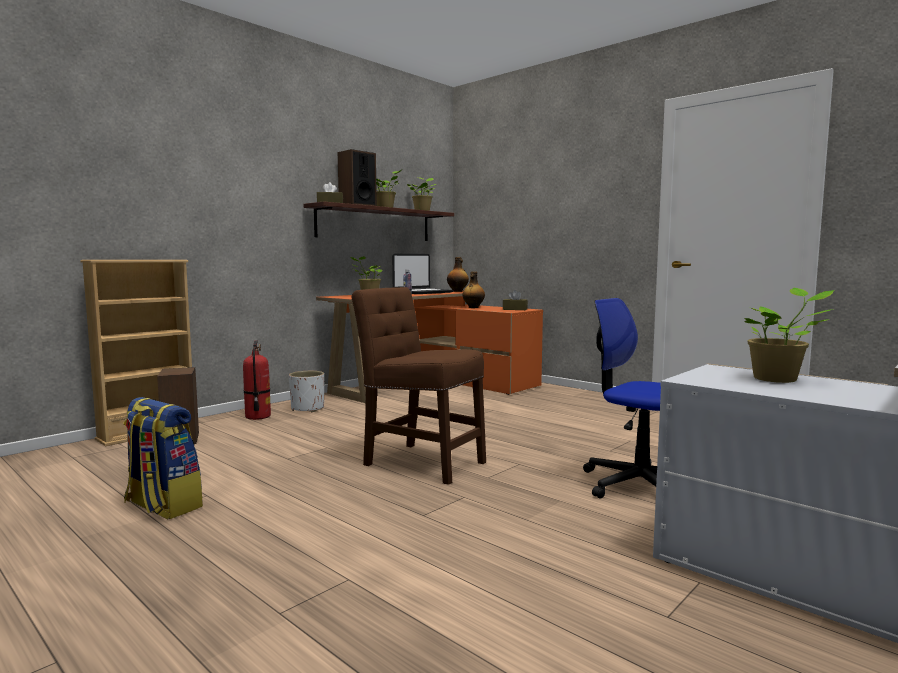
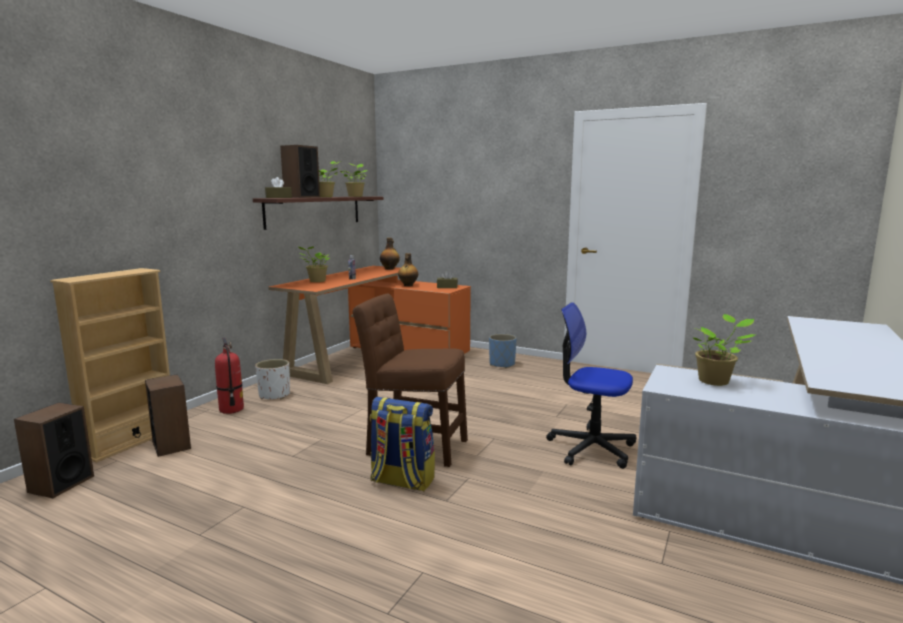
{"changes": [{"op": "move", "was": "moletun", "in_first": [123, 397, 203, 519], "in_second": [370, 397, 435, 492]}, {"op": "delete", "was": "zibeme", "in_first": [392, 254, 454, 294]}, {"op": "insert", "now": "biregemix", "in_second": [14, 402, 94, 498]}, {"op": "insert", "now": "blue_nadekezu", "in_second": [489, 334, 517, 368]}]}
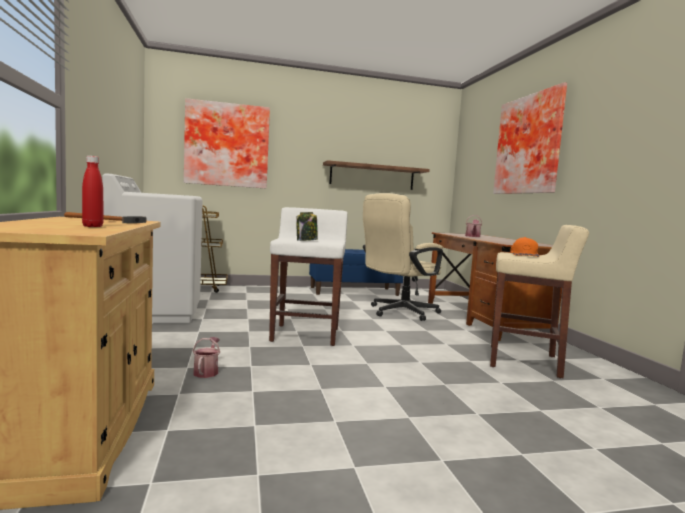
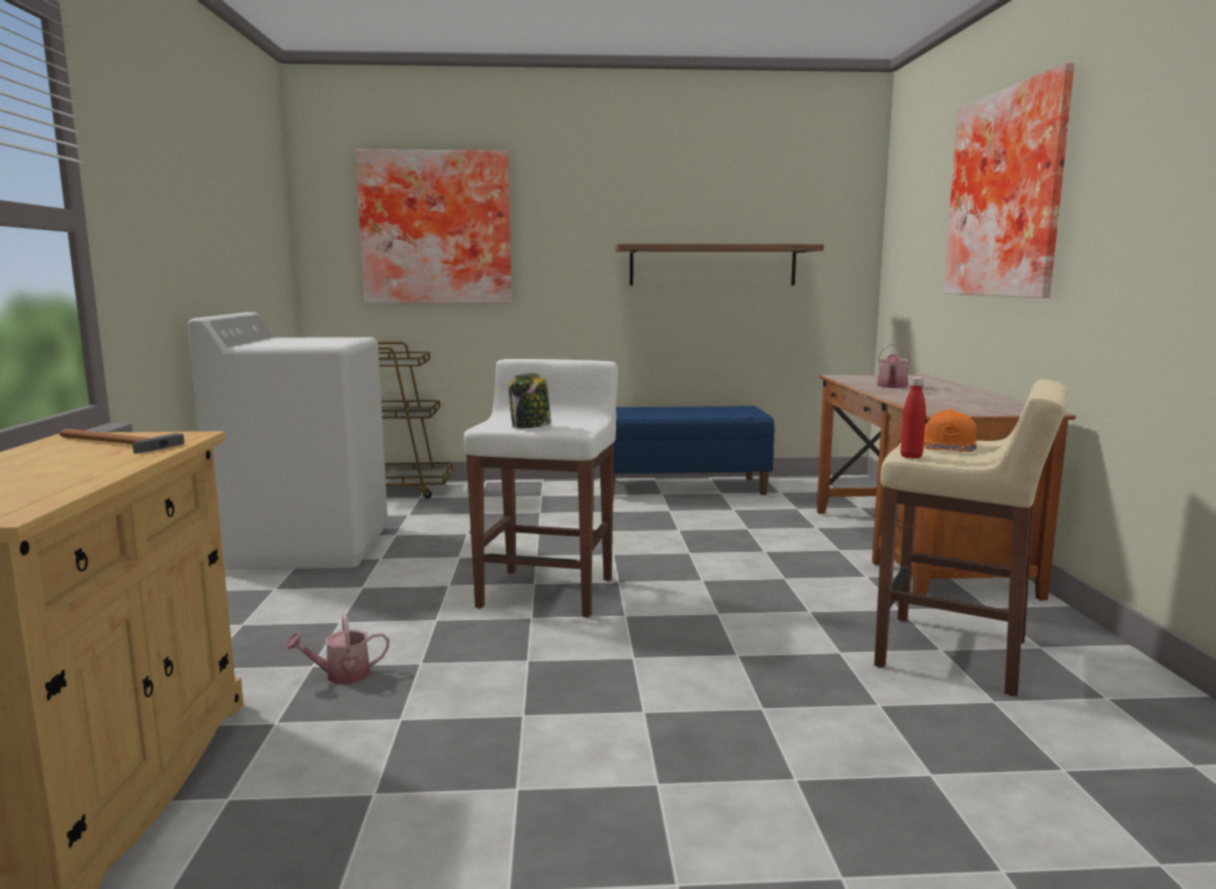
{"changes": [{"op": "move", "was": "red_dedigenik", "in_first": [82, 156, 104, 227], "in_second": [900, 377, 926, 459]}, {"op": "rotate", "was": "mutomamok", "in_first": [192, 337, 220, 378], "in_second": [285, 614, 389, 684], "clockwise": -120}, {"op": "delete", "was": "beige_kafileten", "in_first": [363, 193, 443, 321]}]}
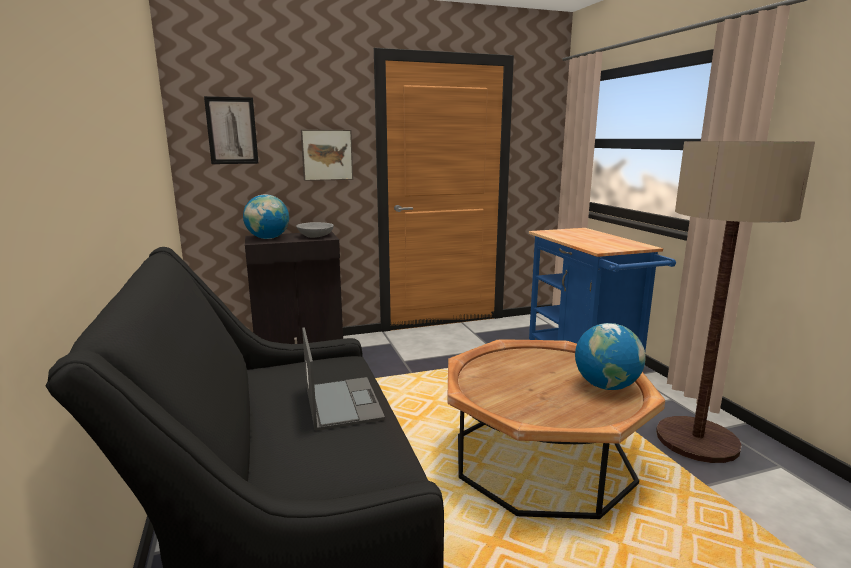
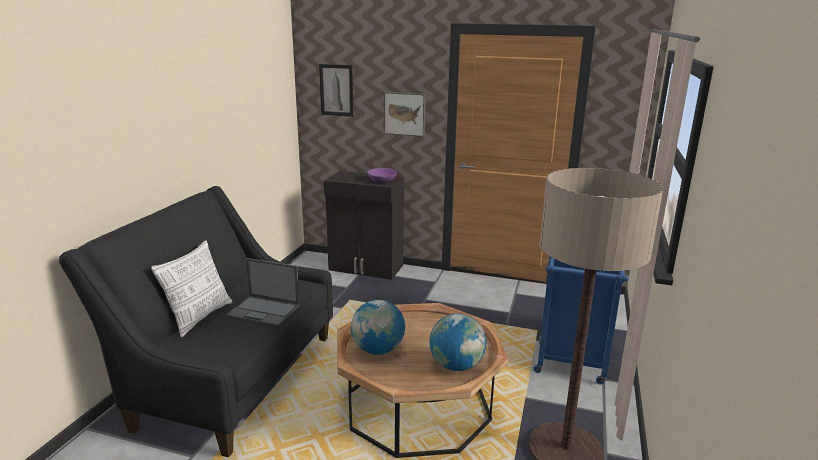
{"changes": [{"op": "move", "was": "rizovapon", "in_first": [243, 194, 289, 239], "in_second": [351, 300, 405, 355]}, {"op": "recolor", "was": "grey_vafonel", "now": "purple_vafonel", "in_first": [296, 222, 334, 238], "in_second": [367, 168, 397, 182]}, {"op": "rotate", "was": "zibeme", "in_first": [302, 327, 385, 431], "in_second": [226, 258, 300, 326], "clockwise": 90}, {"op": "insert", "now": "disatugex", "in_second": [151, 240, 232, 338]}]}
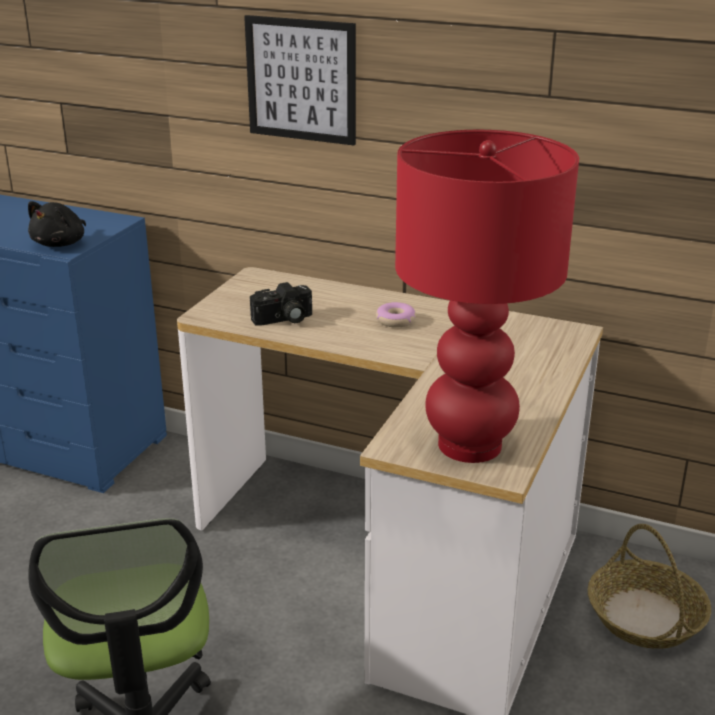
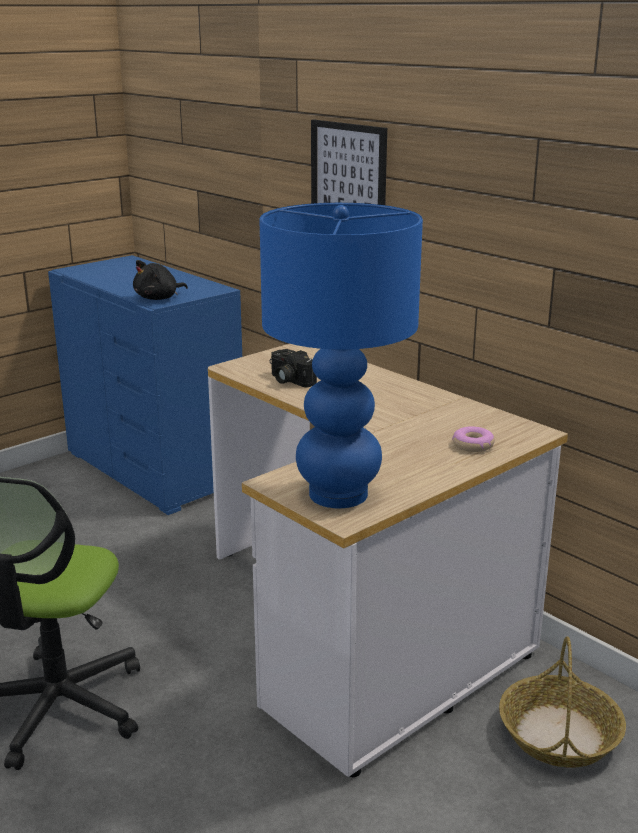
{"changes": [{"op": "rotate", "was": "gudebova", "in_first": [250, 282, 312, 326], "in_second": [270, 349, 317, 388], "clockwise": 45}, {"op": "move", "was": "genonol", "in_first": [376, 302, 416, 328], "in_second": [452, 426, 495, 452]}, {"op": "recolor", "was": "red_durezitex", "now": "blue_durezitex", "in_first": [395, 130, 579, 463], "in_second": [259, 203, 423, 508]}]}
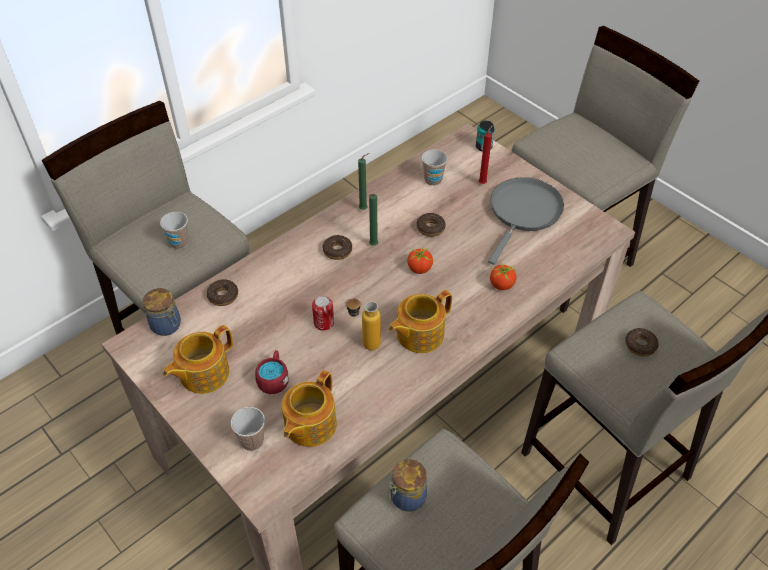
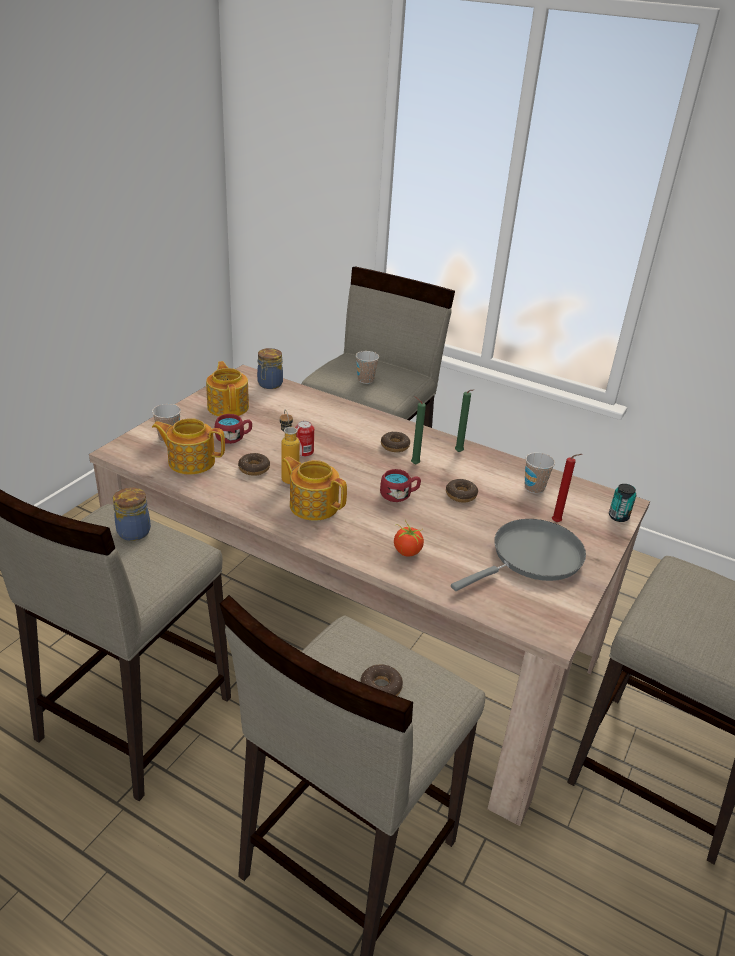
{"changes": [{"op": "rotate", "was": "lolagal", "in_first": [163, 325, 233, 394], "in_second": [206, 361, 249, 416], "clockwise": 45}, {"op": "move", "was": "genonol", "in_first": [207, 279, 238, 306], "in_second": [238, 453, 270, 476]}, {"op": "replace", "was": "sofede", "now": "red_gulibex", "in_first": [407, 246, 433, 274], "in_second": [380, 469, 421, 502]}, {"op": "rotate", "was": "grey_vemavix", "in_first": [488, 177, 564, 265], "in_second": [451, 519, 586, 591], "clockwise": -45}]}
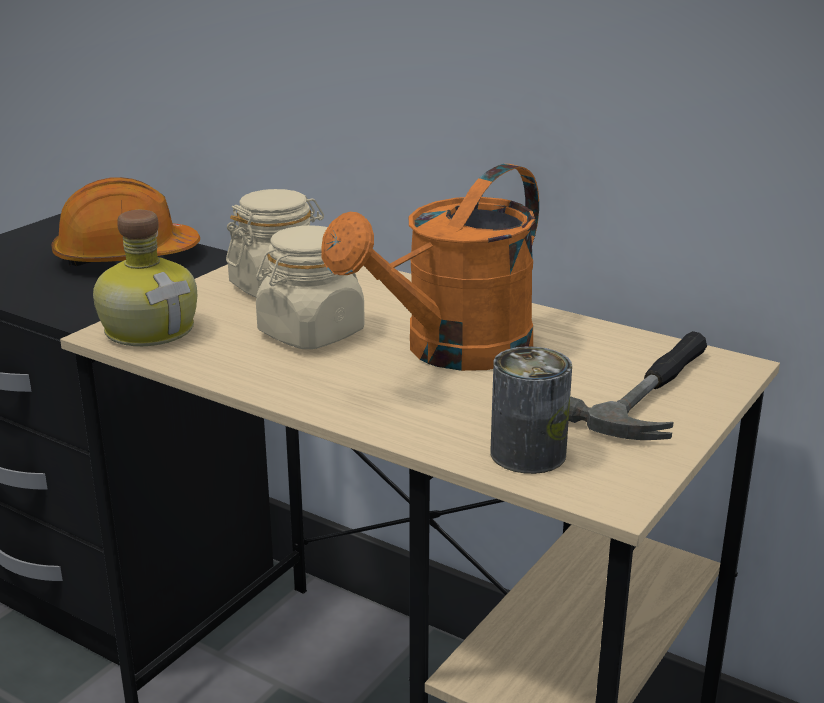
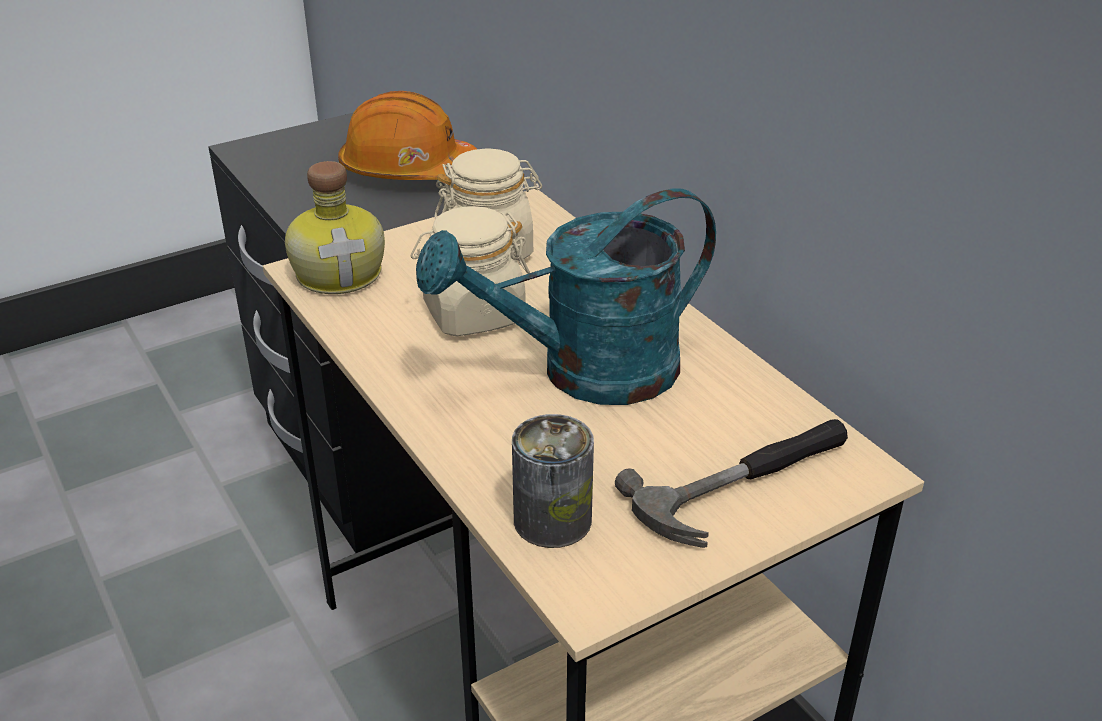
{"changes": [{"op": "recolor", "was": "orange_mutomamok", "now": "turquoise_mutomamok", "in_first": [321, 164, 539, 371], "in_second": [416, 188, 716, 405]}]}
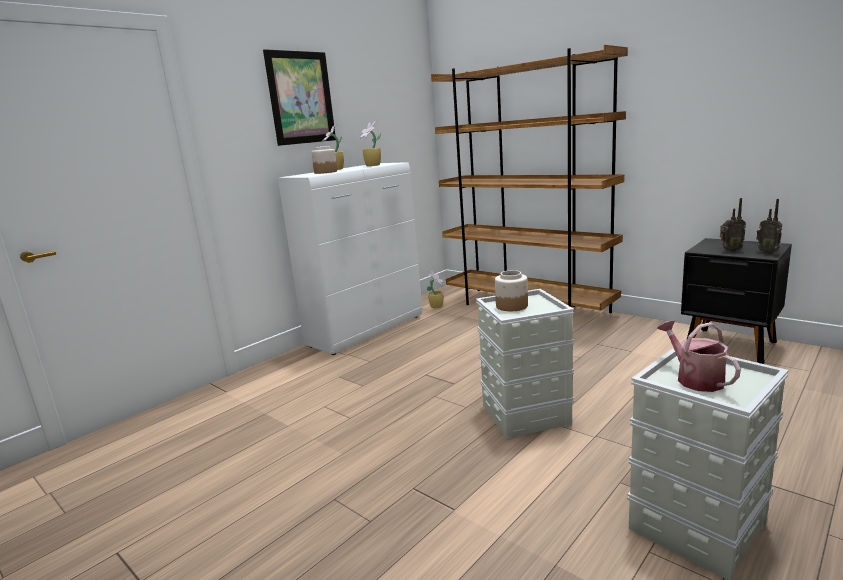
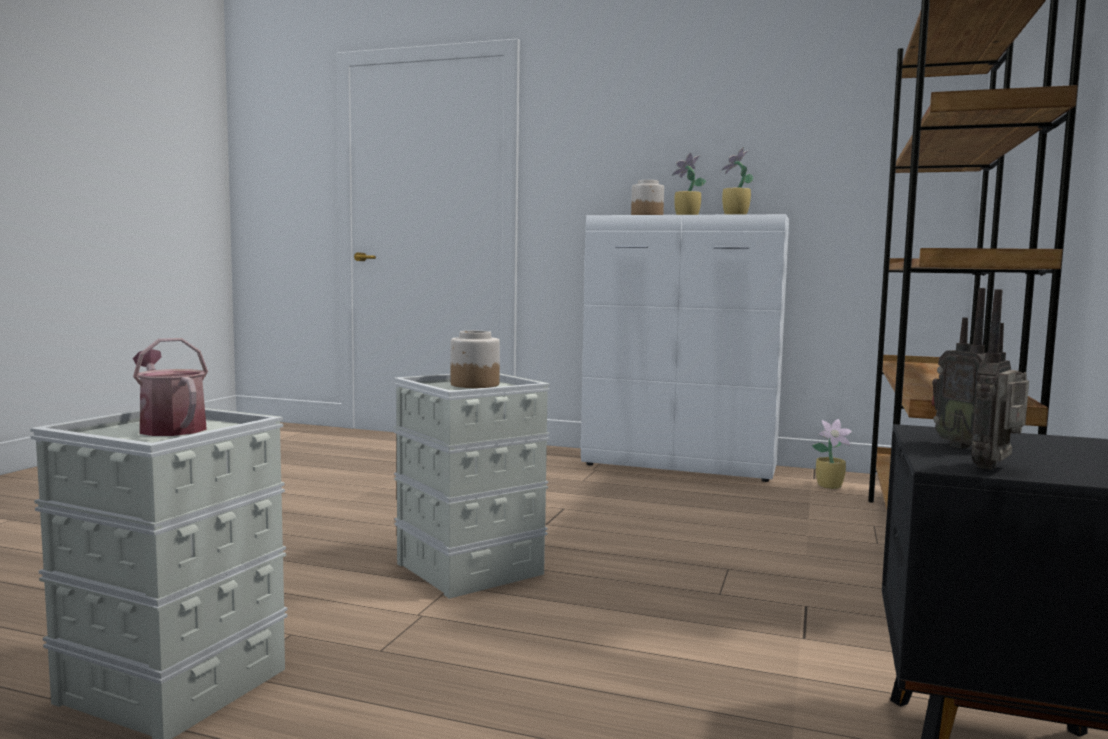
{"changes": [{"op": "delete", "was": "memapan", "in_first": [263, 49, 336, 146]}, {"op": "rotate", "was": "mutomamok", "in_first": [657, 320, 741, 392], "in_second": [133, 338, 208, 436], "clockwise": -90}]}
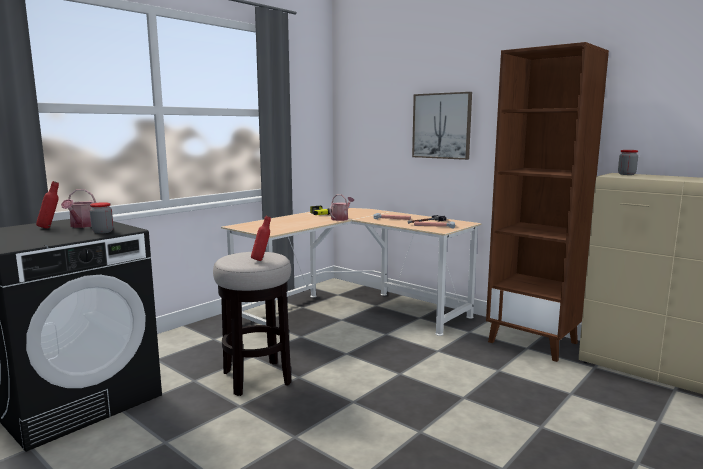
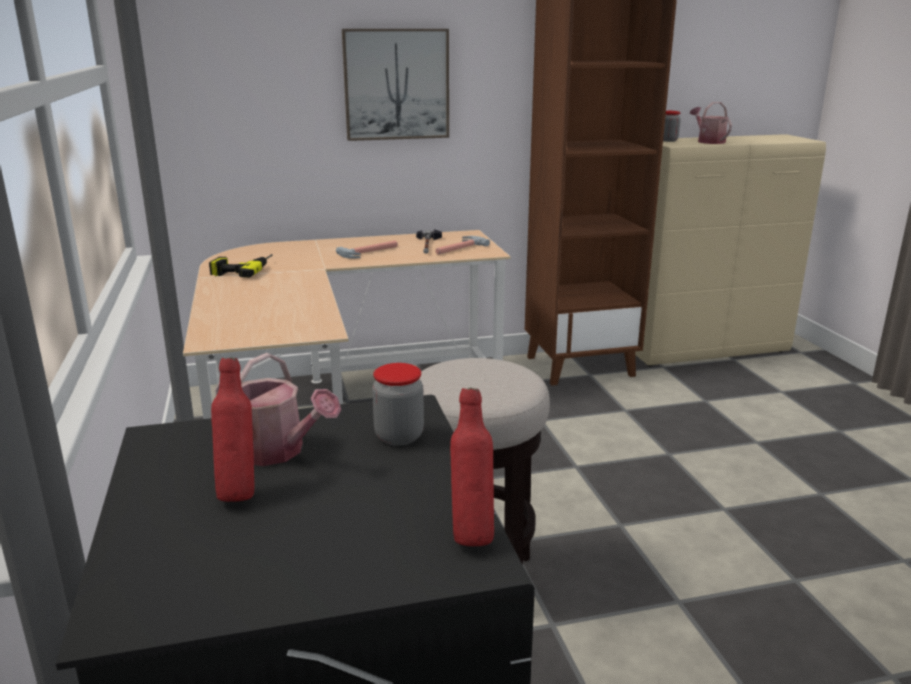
{"changes": [{"op": "move", "was": "red_dedigenik", "in_first": [251, 216, 271, 261], "in_second": [450, 387, 494, 546]}, {"op": "move", "was": "mutomamok", "in_first": [329, 194, 354, 221], "in_second": [690, 102, 732, 144]}]}
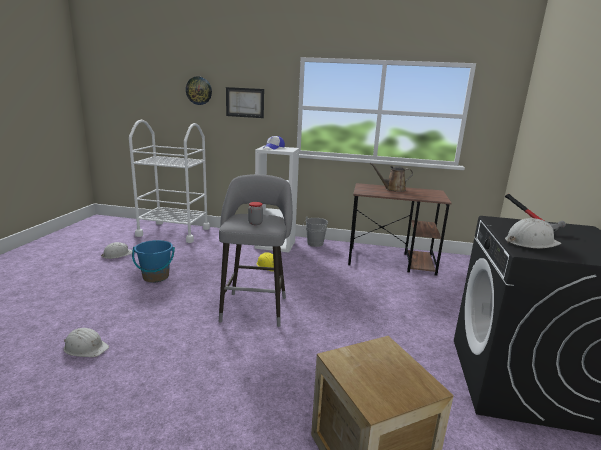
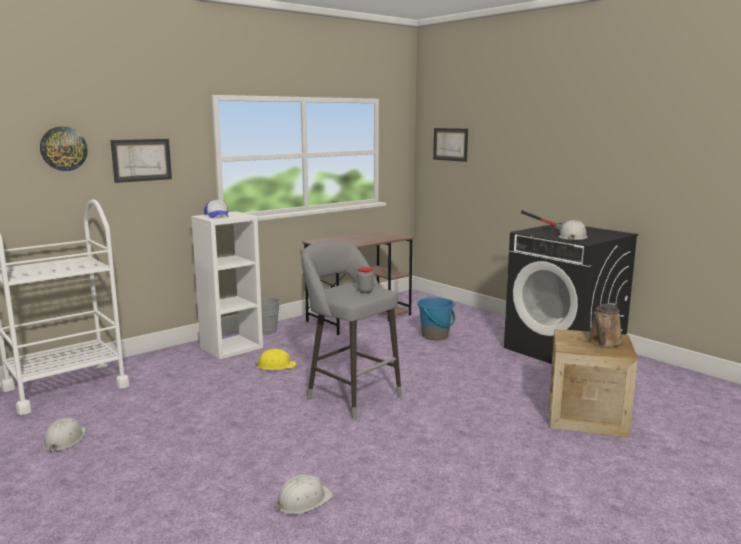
{"changes": [{"op": "move", "was": "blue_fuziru", "in_first": [132, 240, 175, 283], "in_second": [417, 297, 455, 340]}, {"op": "move", "was": "brown_mutomamok", "in_first": [370, 163, 413, 192], "in_second": [587, 303, 623, 348]}, {"op": "insert", "now": "memapan", "in_second": [433, 128, 468, 162]}]}
